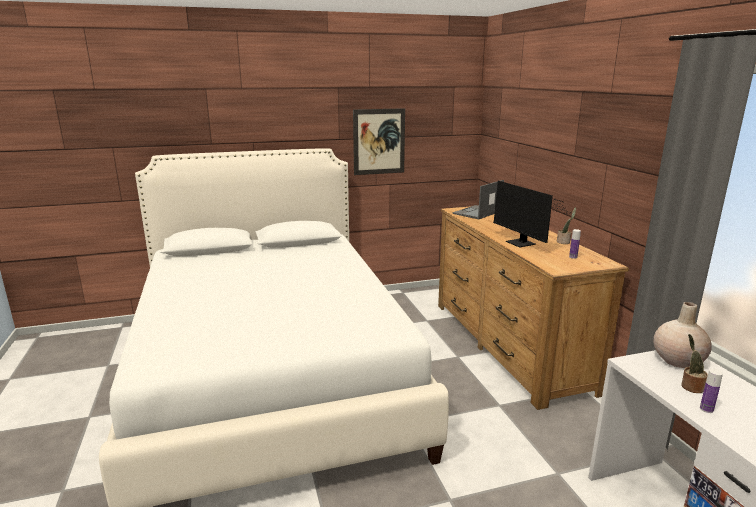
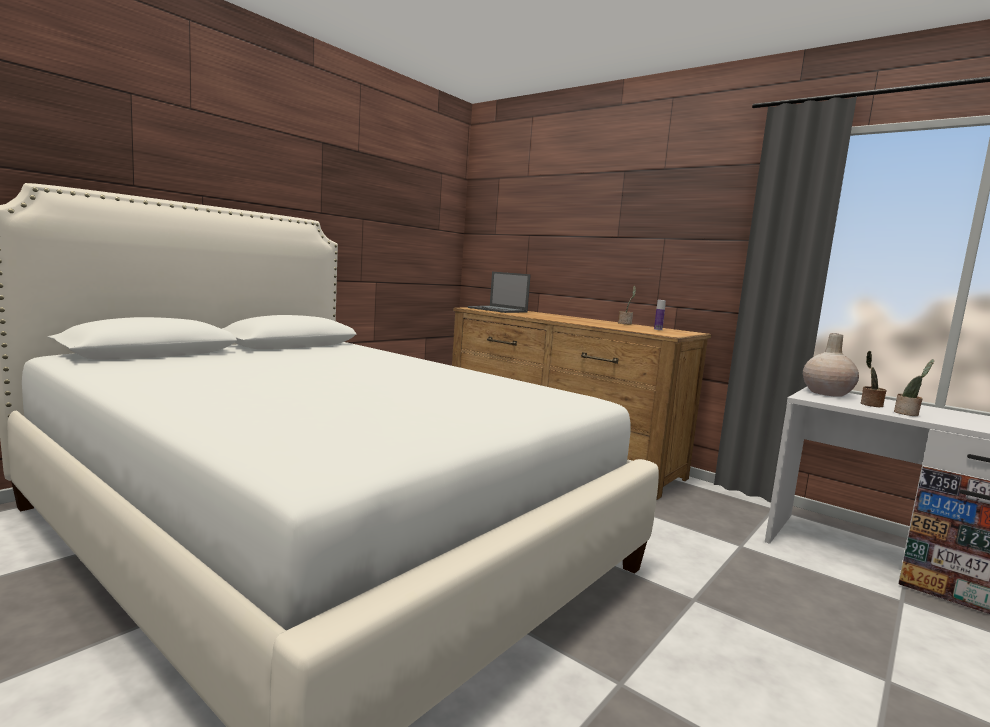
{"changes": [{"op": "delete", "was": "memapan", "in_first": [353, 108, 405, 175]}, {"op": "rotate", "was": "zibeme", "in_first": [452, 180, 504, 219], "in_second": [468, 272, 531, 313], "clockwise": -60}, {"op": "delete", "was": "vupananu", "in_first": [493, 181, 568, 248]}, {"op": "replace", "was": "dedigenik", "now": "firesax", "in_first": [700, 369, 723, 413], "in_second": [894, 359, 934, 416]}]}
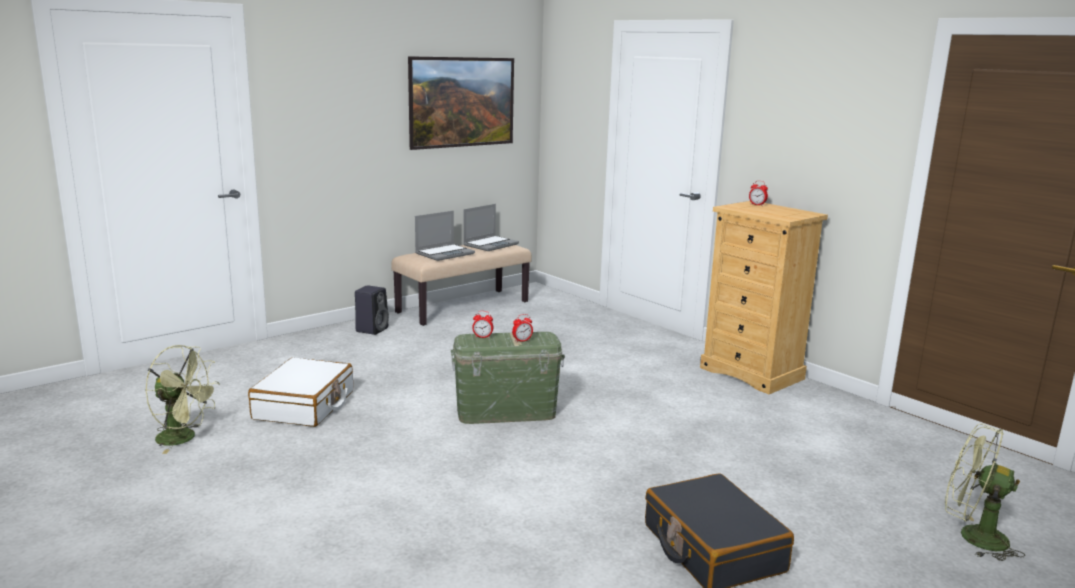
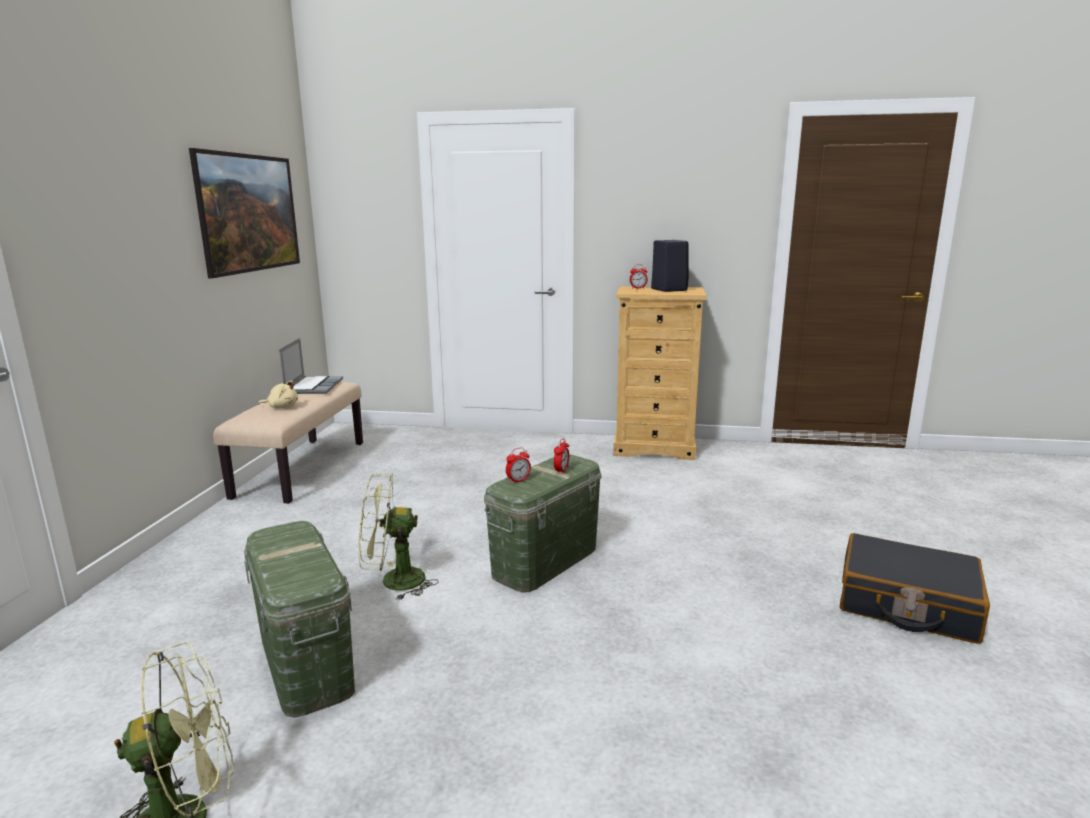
{"changes": [{"op": "replace", "was": "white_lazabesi", "now": "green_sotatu", "in_first": [248, 358, 353, 427], "in_second": [244, 521, 355, 718]}, {"op": "move", "was": "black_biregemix", "in_first": [355, 285, 389, 335], "in_second": [651, 240, 689, 292]}, {"op": "replace", "was": "zibeme", "now": "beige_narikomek", "in_first": [415, 211, 475, 261], "in_second": [258, 380, 298, 408]}, {"op": "move", "was": "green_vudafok", "in_first": [945, 423, 1025, 561], "in_second": [359, 473, 439, 601]}]}
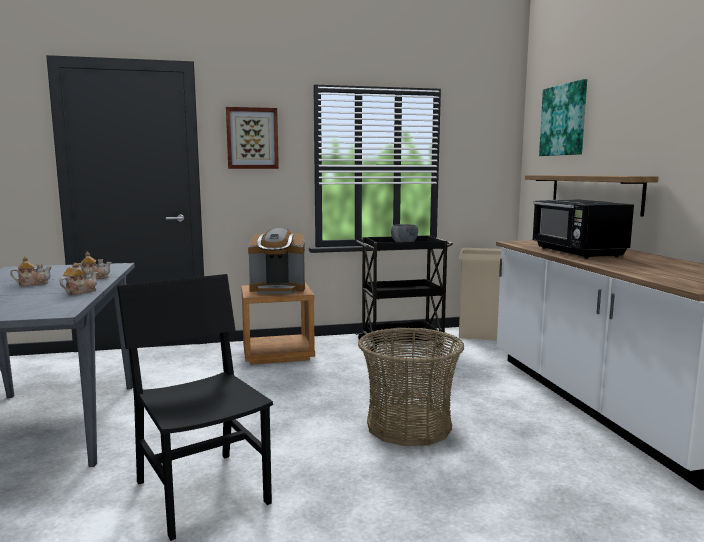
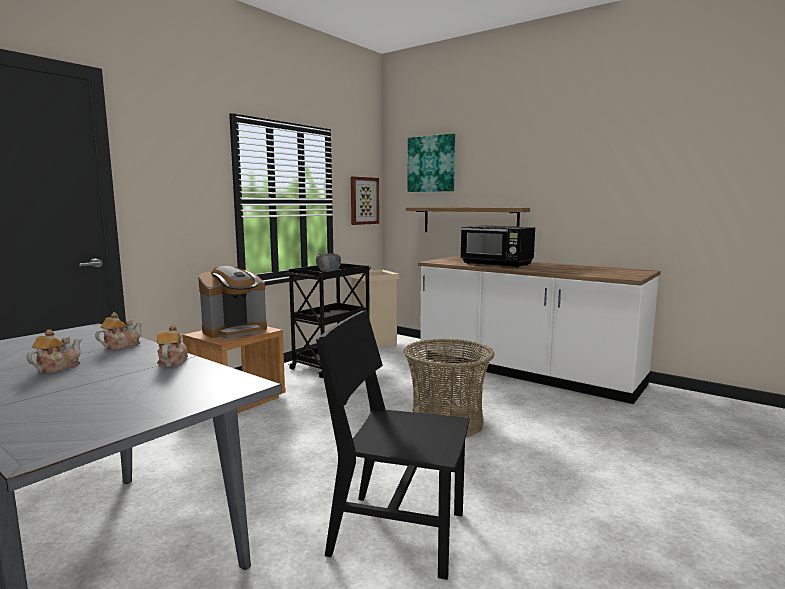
{"changes": [{"op": "move", "was": "memapan", "in_first": [226, 107, 279, 169], "in_second": [351, 177, 379, 225]}]}
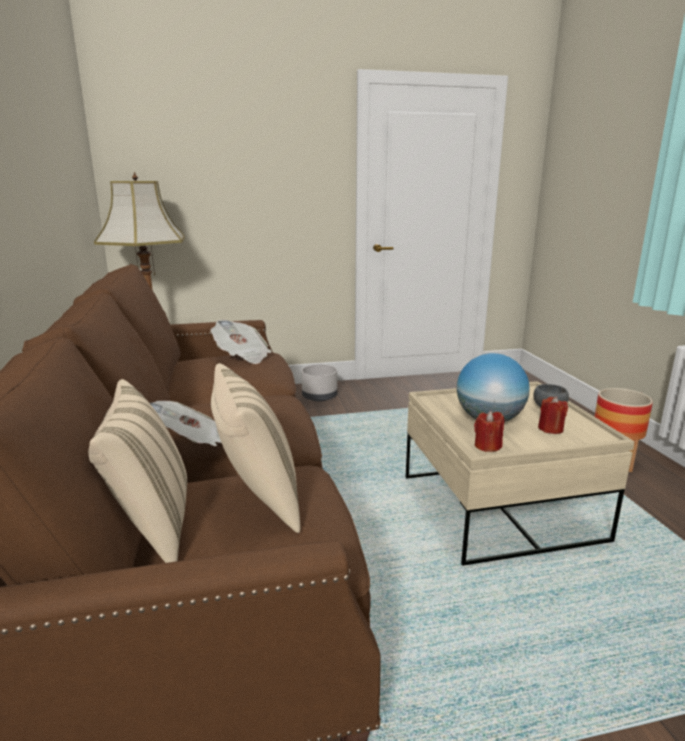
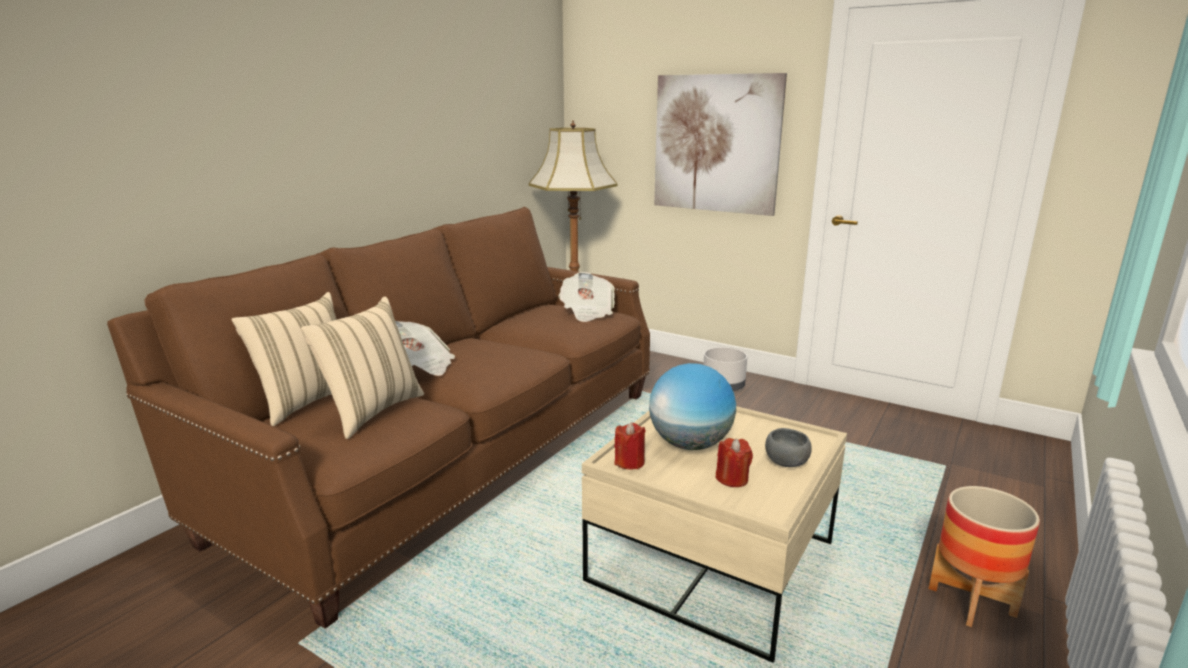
{"changes": [{"op": "insert", "now": "memapan", "in_second": [654, 73, 787, 216]}]}
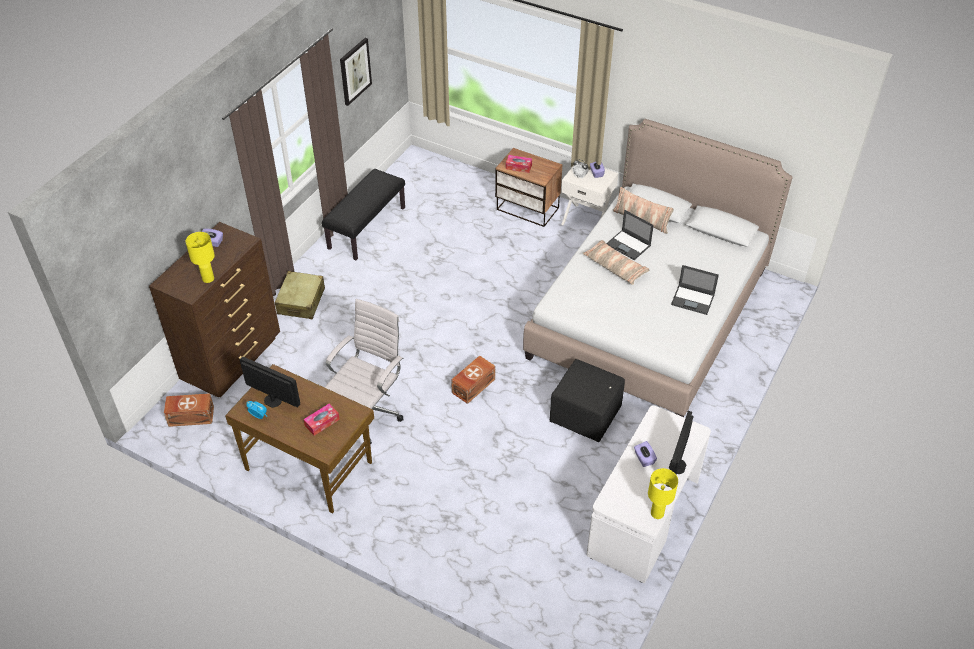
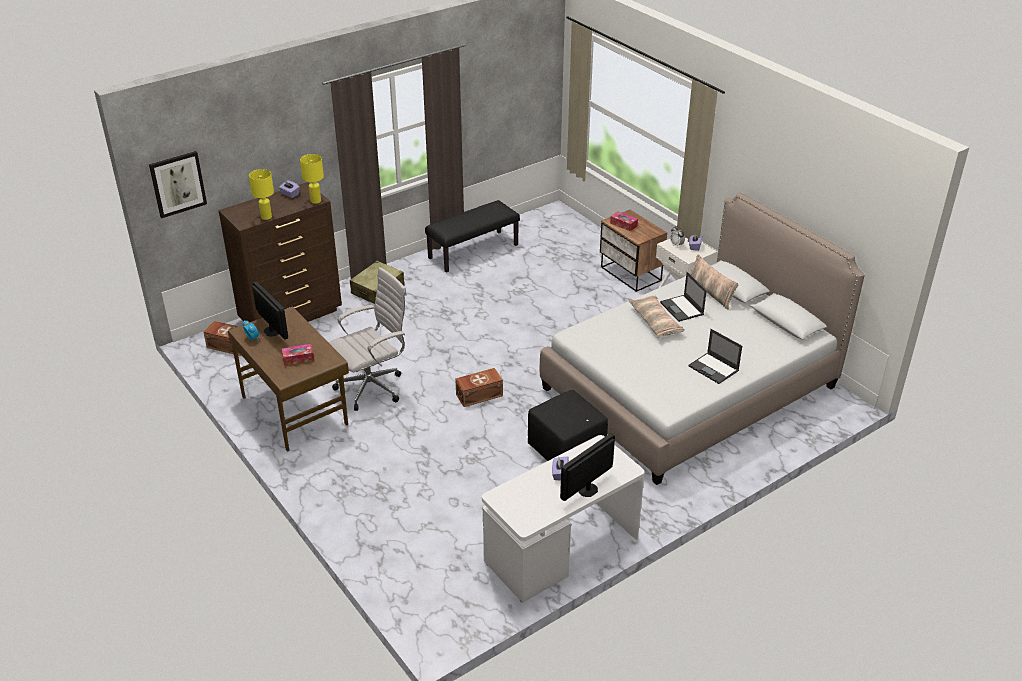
{"changes": [{"op": "move", "was": "memapan", "in_first": [340, 38, 372, 106], "in_second": [149, 151, 207, 218]}, {"op": "move", "was": "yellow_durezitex", "in_first": [648, 468, 678, 519], "in_second": [300, 154, 324, 204]}]}
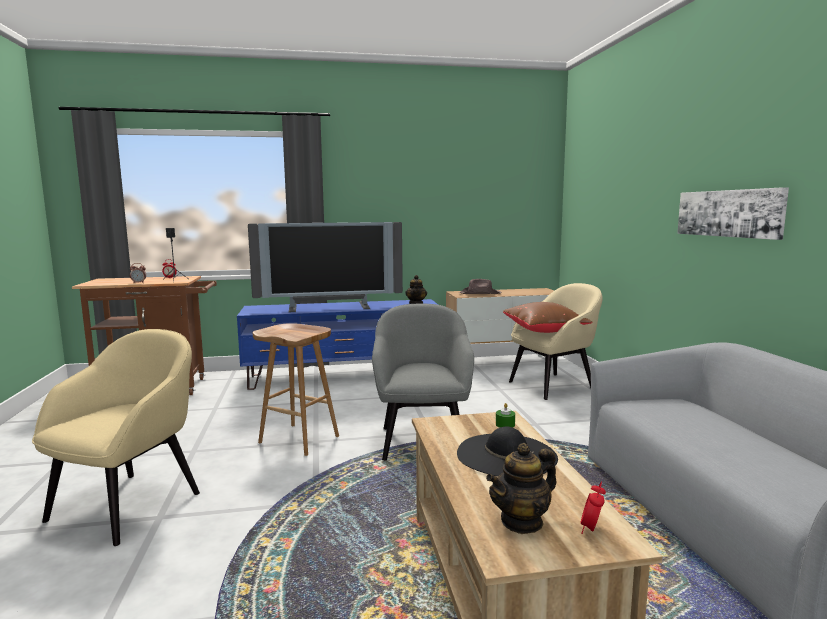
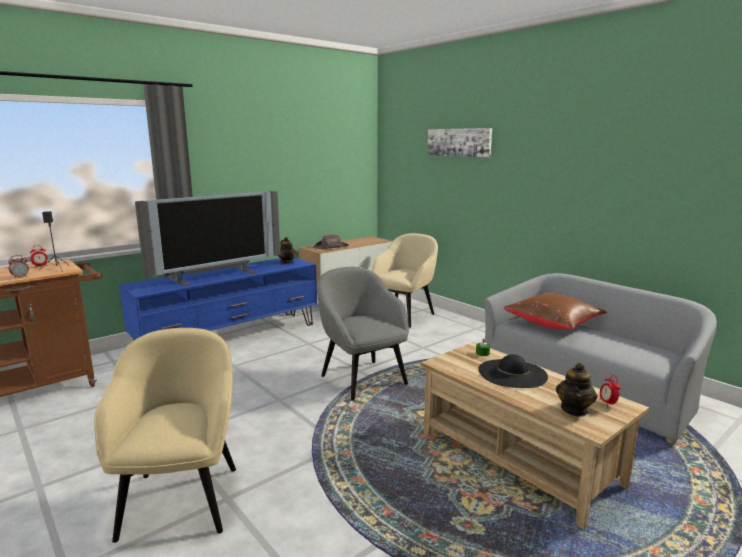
{"changes": [{"op": "delete", "was": "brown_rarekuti", "in_first": [252, 323, 339, 456]}, {"op": "move", "was": "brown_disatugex", "in_first": [503, 302, 592, 333], "in_second": [504, 293, 607, 329]}, {"op": "move", "was": "memapan", "in_first": [677, 187, 789, 240], "in_second": [427, 128, 492, 157]}]}
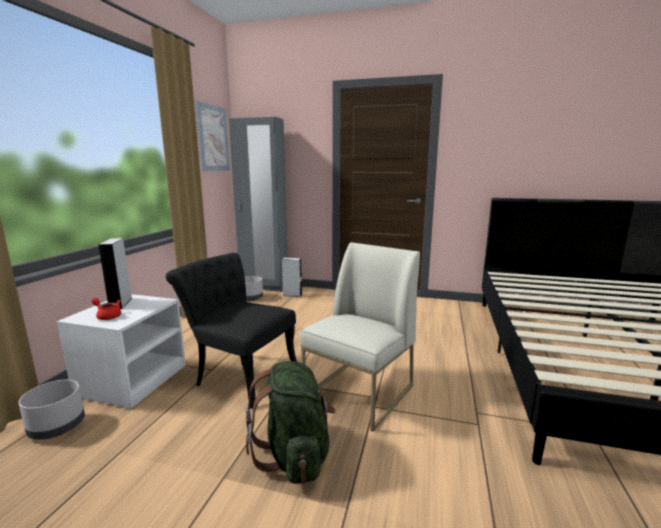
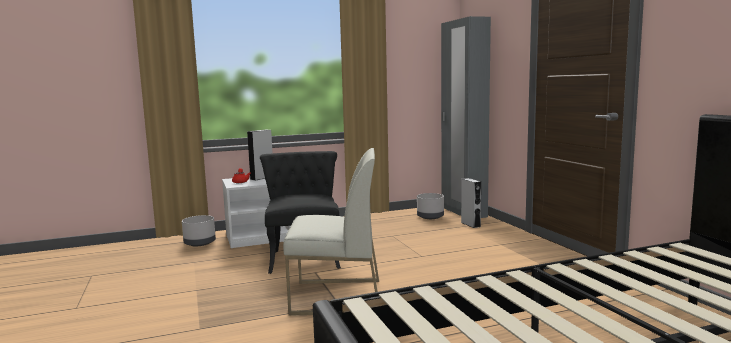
{"changes": [{"op": "delete", "was": "memapan", "in_first": [196, 101, 230, 171]}, {"op": "delete", "was": "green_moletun", "in_first": [246, 361, 335, 484]}]}
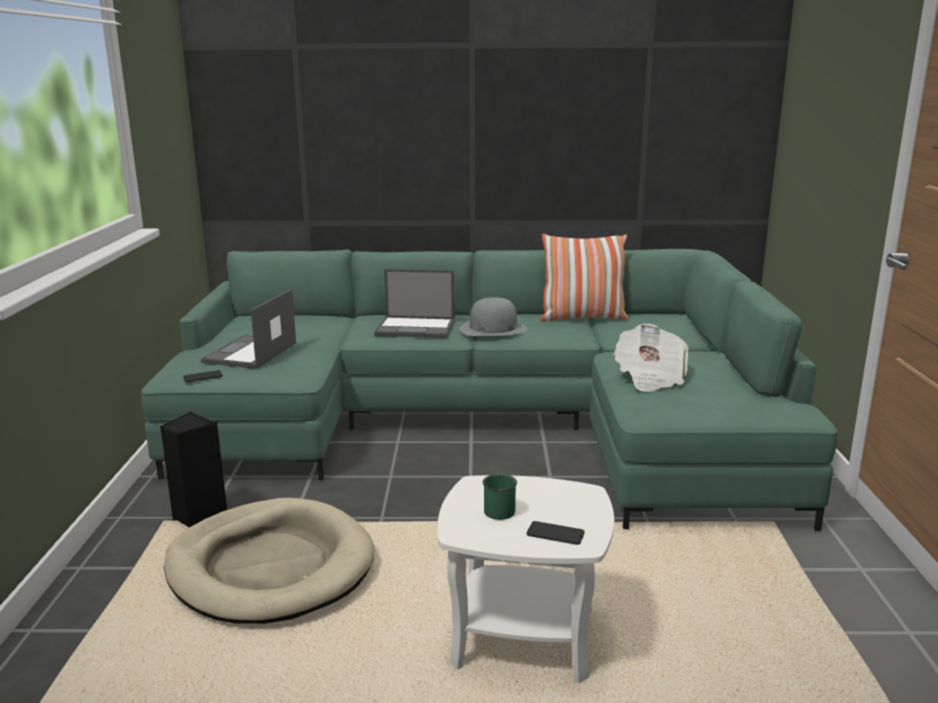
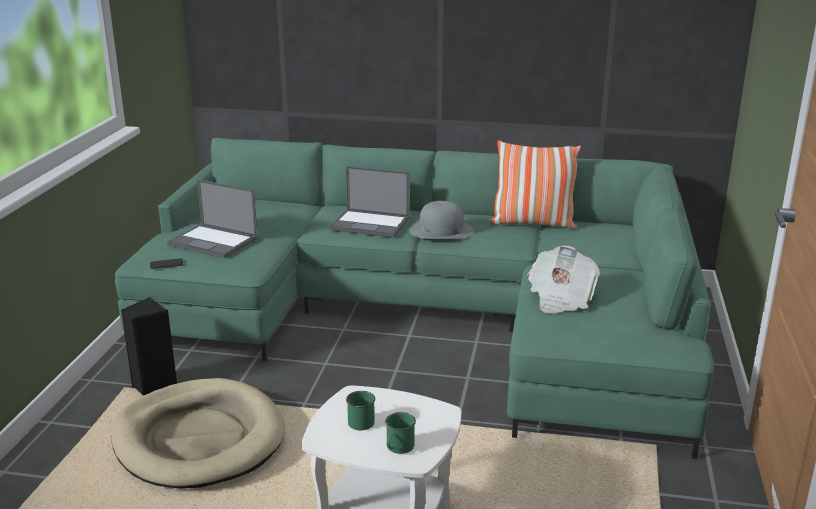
{"changes": [{"op": "rotate", "was": "zibeme", "in_first": [201, 289, 296, 369], "in_second": [167, 179, 258, 258], "clockwise": -90}, {"op": "replace", "was": "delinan", "now": "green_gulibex", "in_first": [527, 521, 585, 545], "in_second": [385, 412, 416, 454]}]}
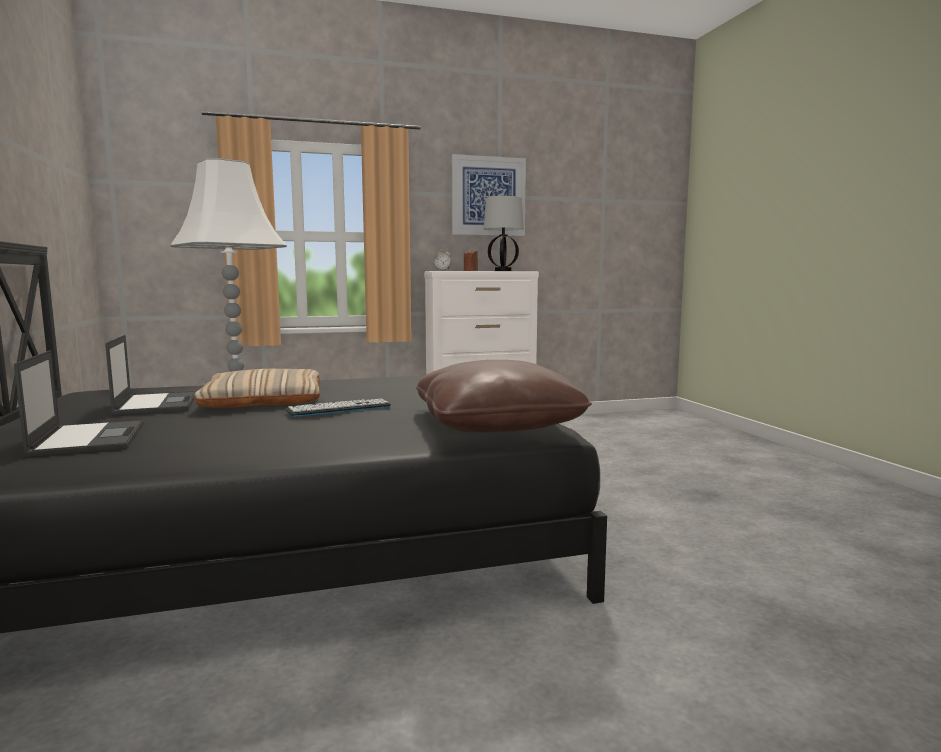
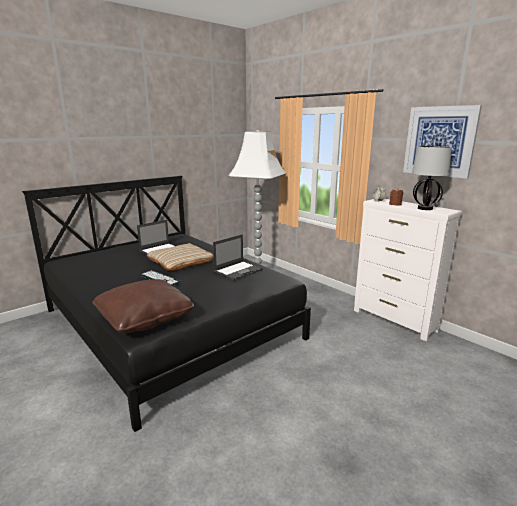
{"changes": [{"op": "move", "was": "zibeme", "in_first": [14, 350, 144, 457], "in_second": [213, 234, 263, 281]}]}
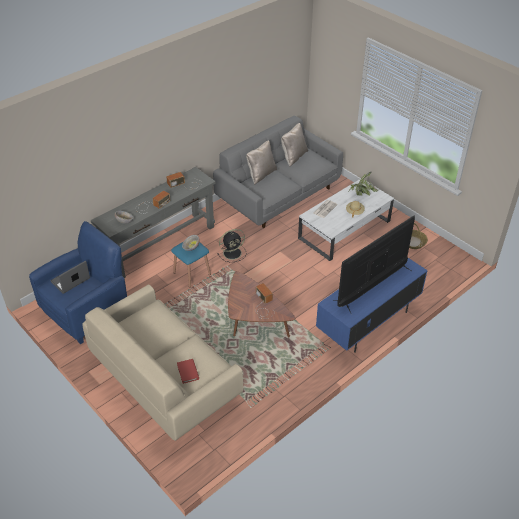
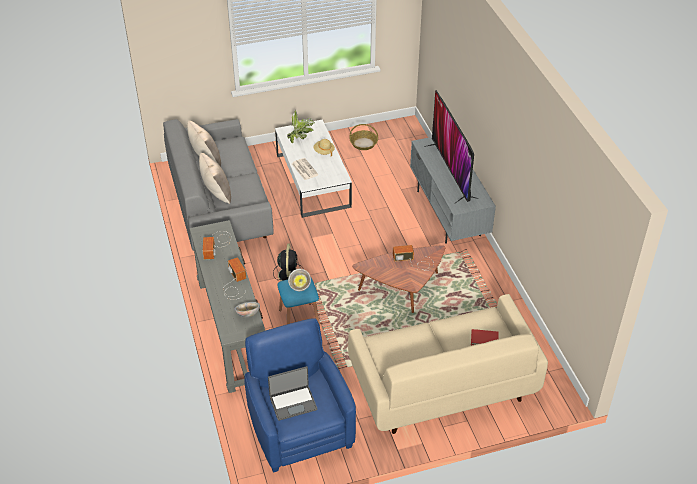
{"changes": [{"op": "rotate", "was": "zibeme", "in_first": [50, 261, 90, 294], "in_second": [268, 366, 317, 421], "clockwise": -90}, {"op": "recolor", "was": "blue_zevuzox", "now": "grey_zevuzox", "in_first": [316, 258, 428, 353], "in_second": [410, 137, 496, 244]}]}
